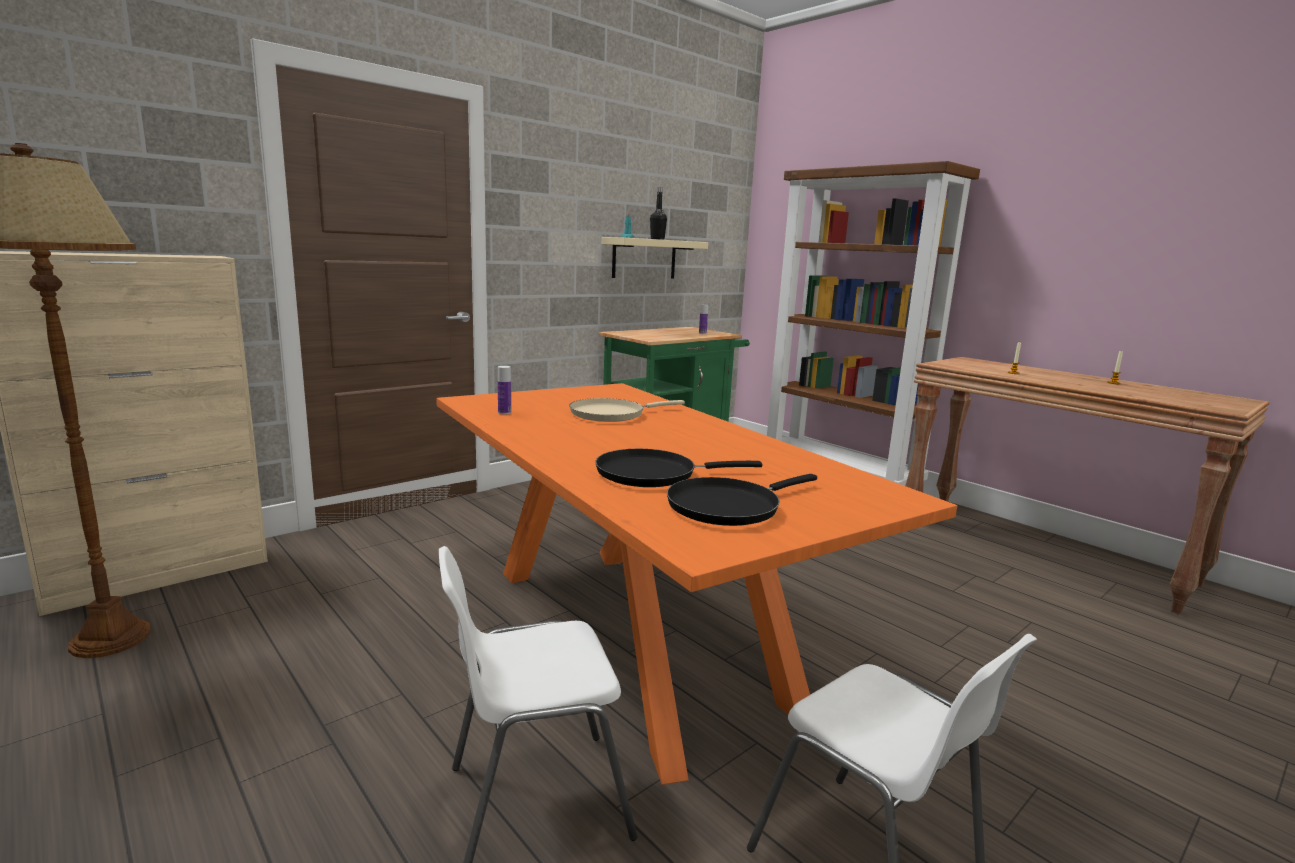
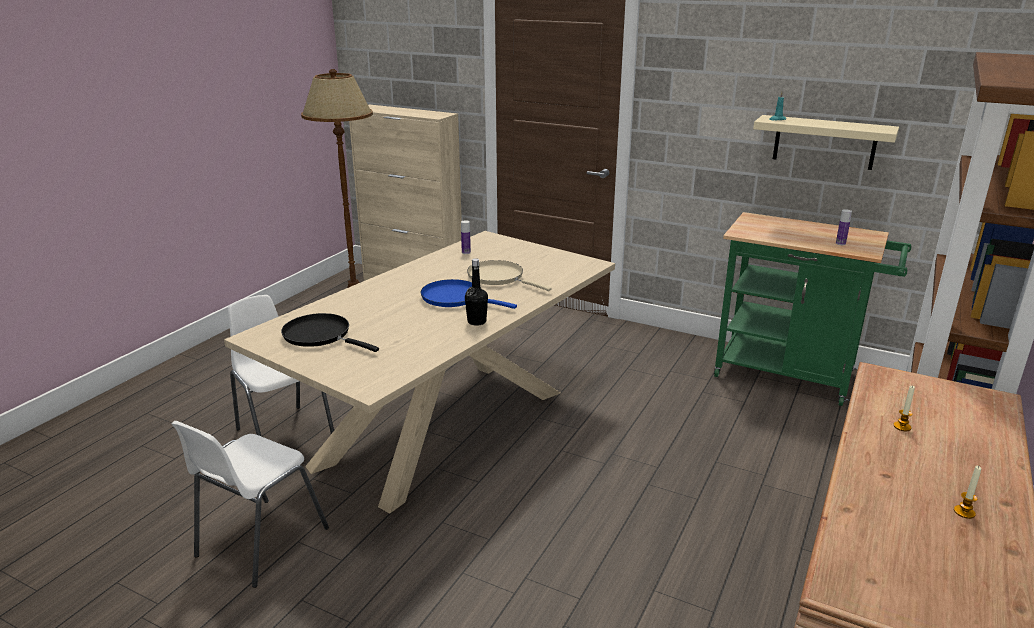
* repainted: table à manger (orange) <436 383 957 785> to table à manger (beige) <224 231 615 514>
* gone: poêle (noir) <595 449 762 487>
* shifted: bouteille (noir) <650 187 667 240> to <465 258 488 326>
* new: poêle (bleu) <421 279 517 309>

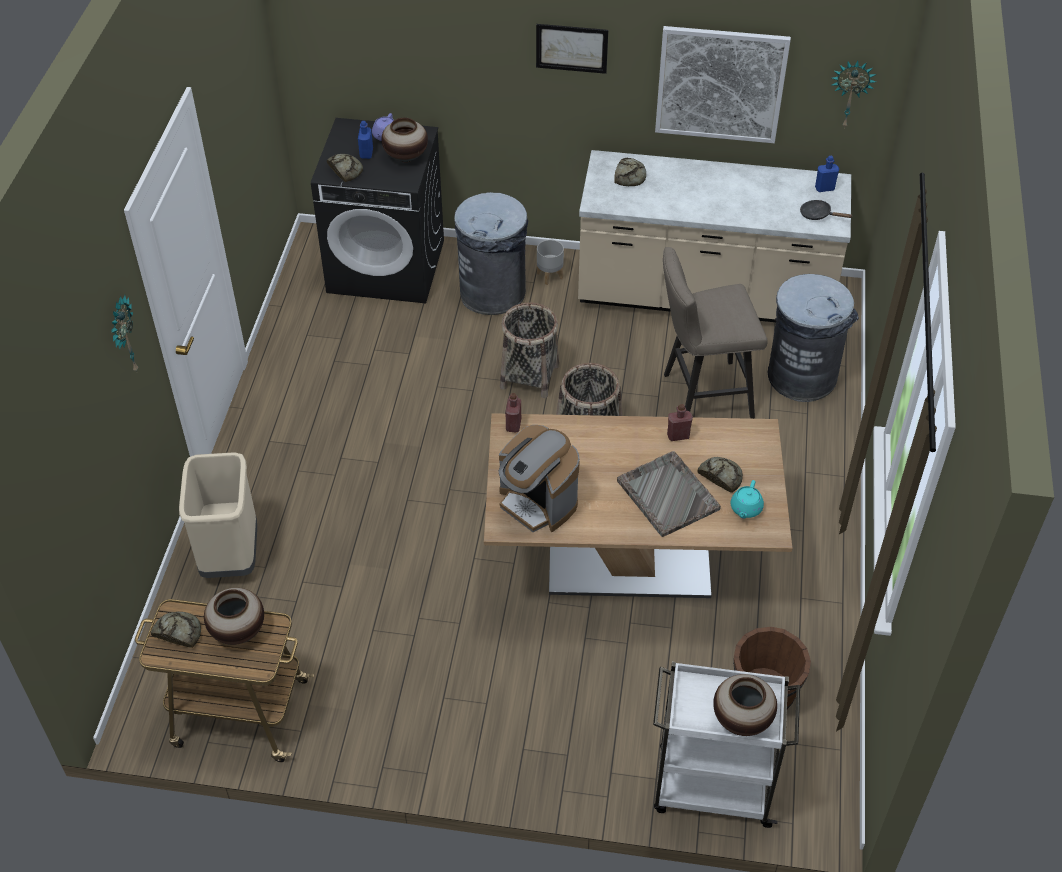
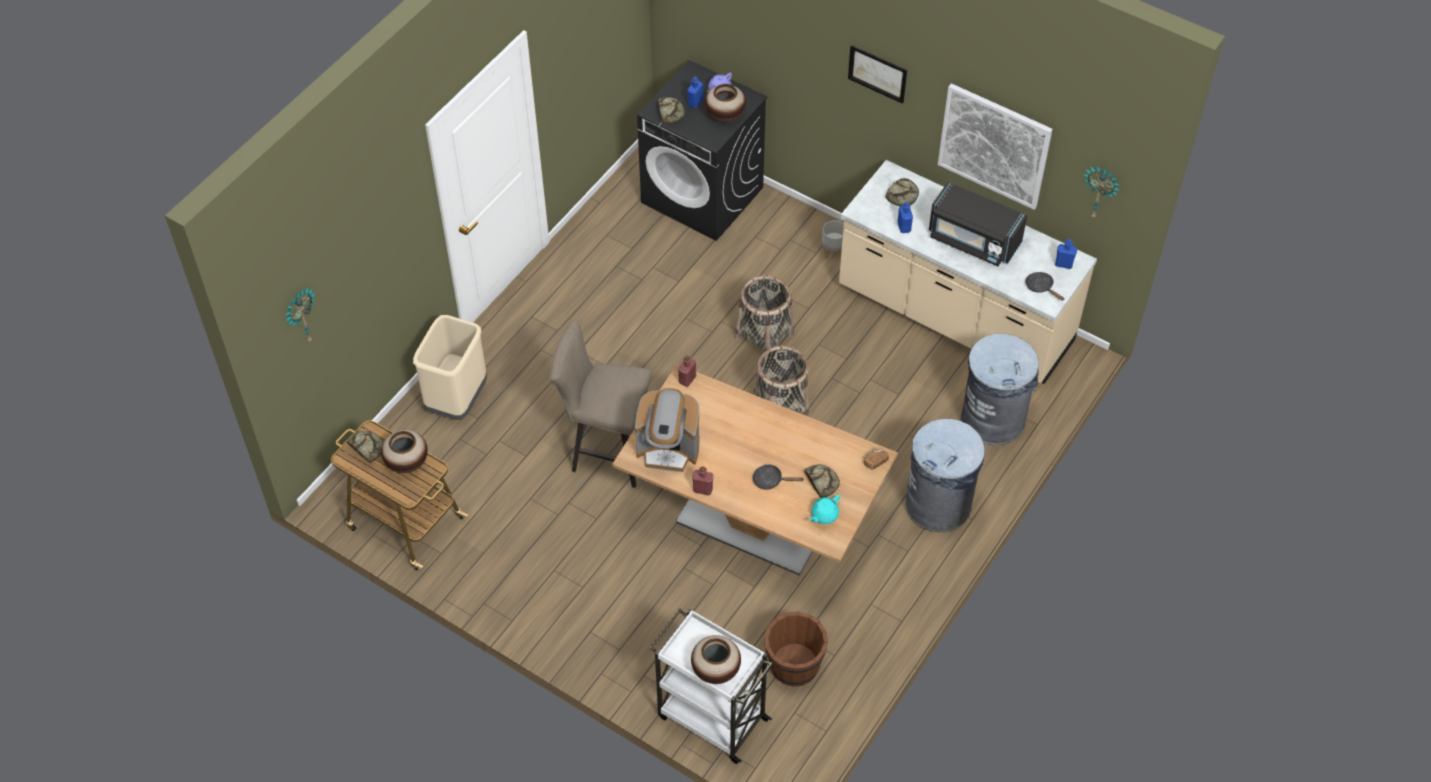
* shifted: horloge murale <111 295 138 372> to <285 287 315 343>
* shifted: poubelle (gris) <454 192 528 315> to <905 419 985 532>
* rotated: machine à café <498 425 580 532> = <635 388 699 472> 60 degrees counterclockwise
* swapped: plateau (gris) <617 451 721 537> to poêle (noir) <753 464 803 490>
* shifted: tabouret (beige) <663 247 768 419> to <550 320 652 488>
* shifted: bouteille (rouge) <667 404 693 441> to <692 466 713 496>
* new: pain <864 448 889 470>
* new: bouteille (bleu) <897 202 913 233>
* new: micro-ondes (noir) <929 182 1027 266>

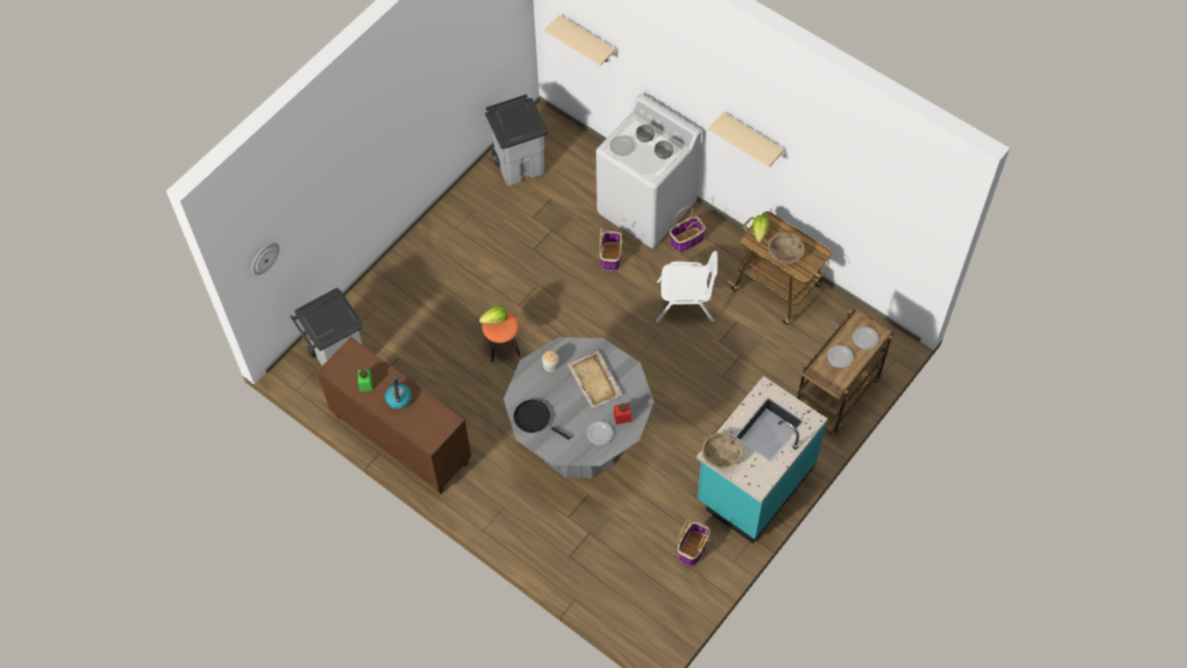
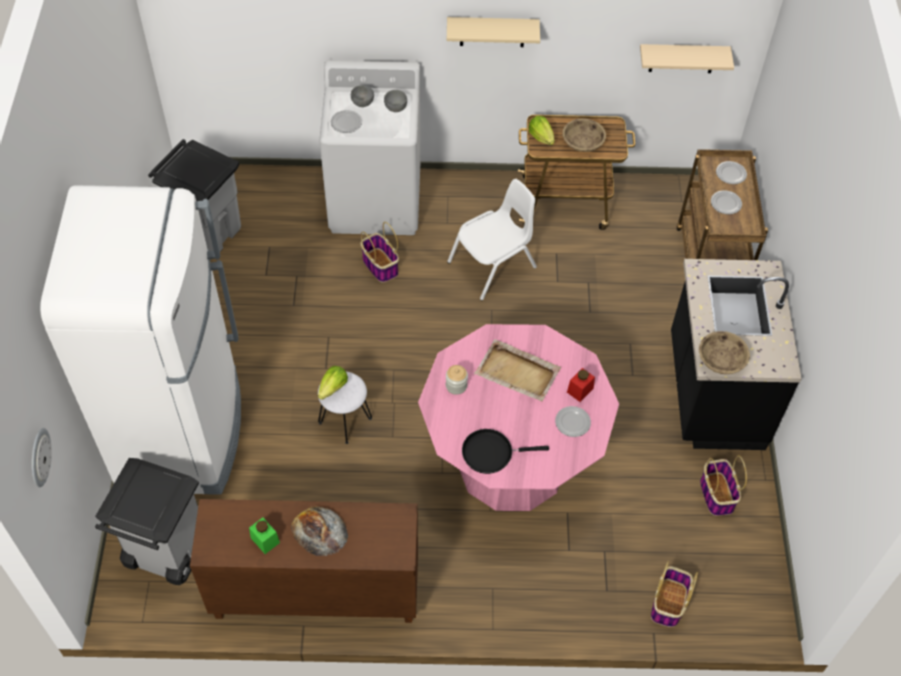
* swapped: bouilloire <385 377 412 409> to pain <291 507 348 556>
* repainted: tabouret (orange) <482 311 520 362> to tabouret (blanc) <318 372 372 444>
* repainted: table à manger (gris) <504 337 654 478> to table à manger (rose) <418 324 619 511>
* shifted: étagère (beige) <544 15 616 66> to <640 44 734 73>
* shifted: panier <669 206 706 253> to <651 561 698 627>
* repainted: comptoir de cuisine (turquoise) <697 376 828 543> to comptoir de cuisine (noir) <671 259 802 450>
* new: réfrigérateur (blanc) <40 185 241 495>

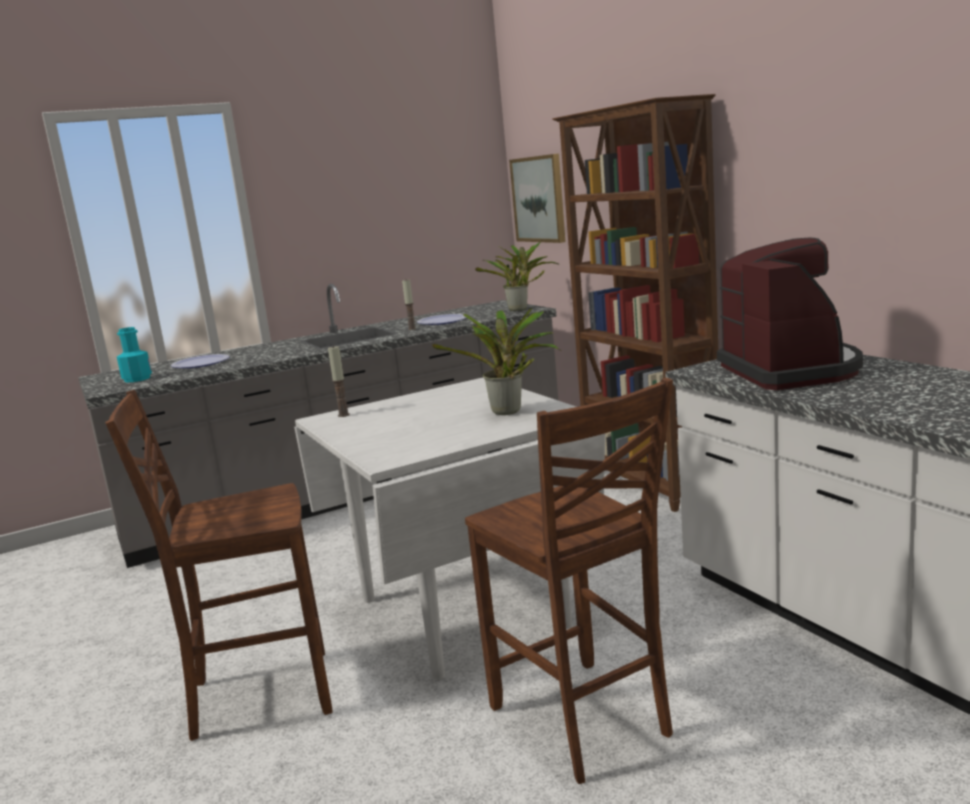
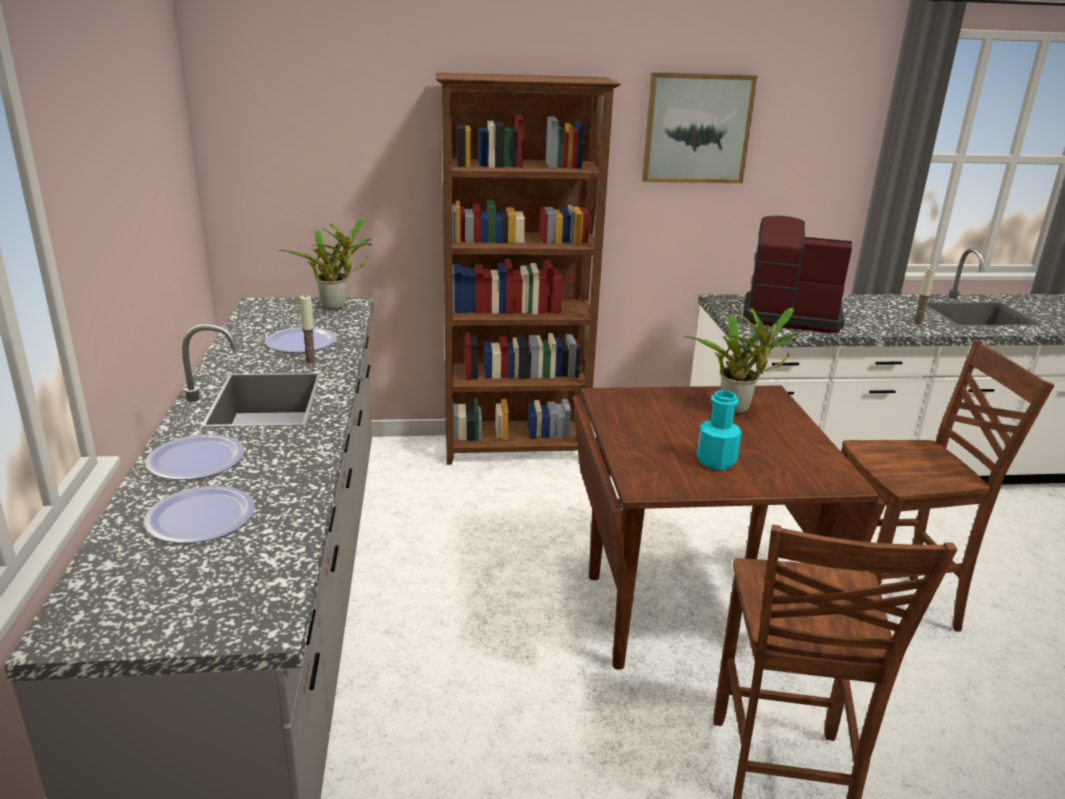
* shifted: bouteille (turquoise) <117 327 152 382> to <696 390 742 470>
* repainted: table à manger (blanc) <294 378 605 680> to table à manger (marron) <573 385 886 670>
* shifted: bougie <328 345 350 417> to <913 267 936 325>
* shifted: tableau <509 154 565 243> to <642 72 757 183>
* new: assiette <145 434 245 480>

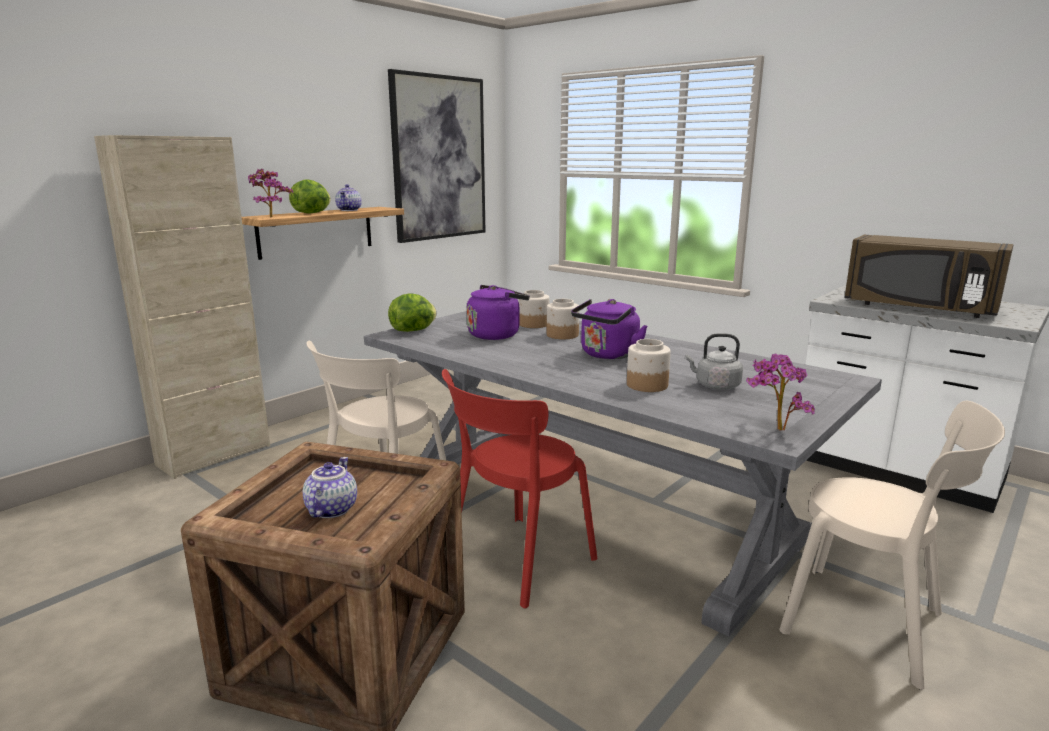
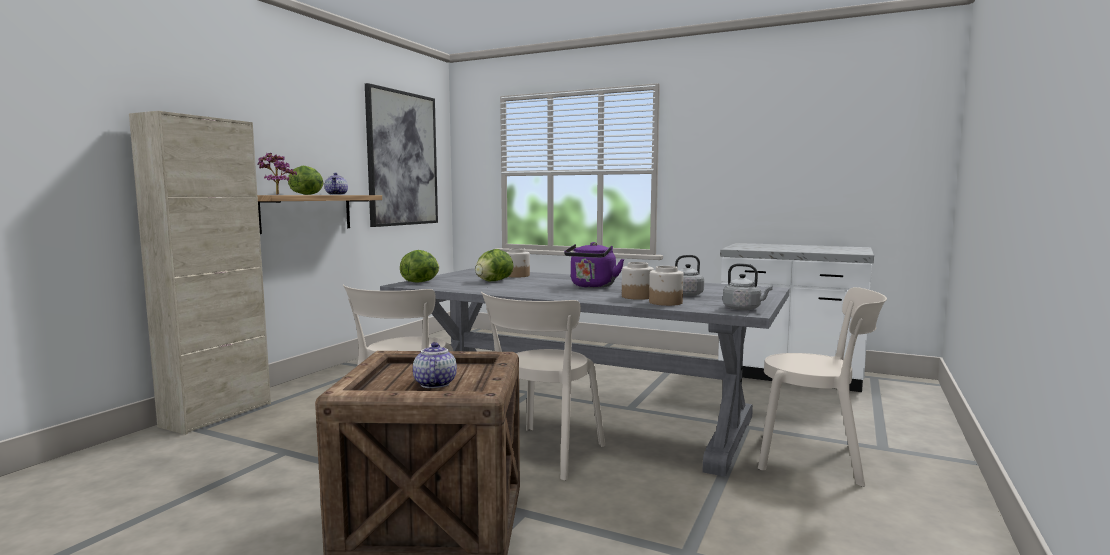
* repainted: chaise (rouge) <442 369 597 609> to chaise (beige) <481 291 605 481>
* swapped: bouilloire (violet) <467 285 530 340> to laitue <475 249 513 281>
* shifted: bocal <547 299 579 339> to <649 266 683 306>
* swapped: plante en pot <746 354 815 431> to bouilloire (gris) <723 263 773 311>
* gone: micro-ondes (marron) <845 235 1013 318>

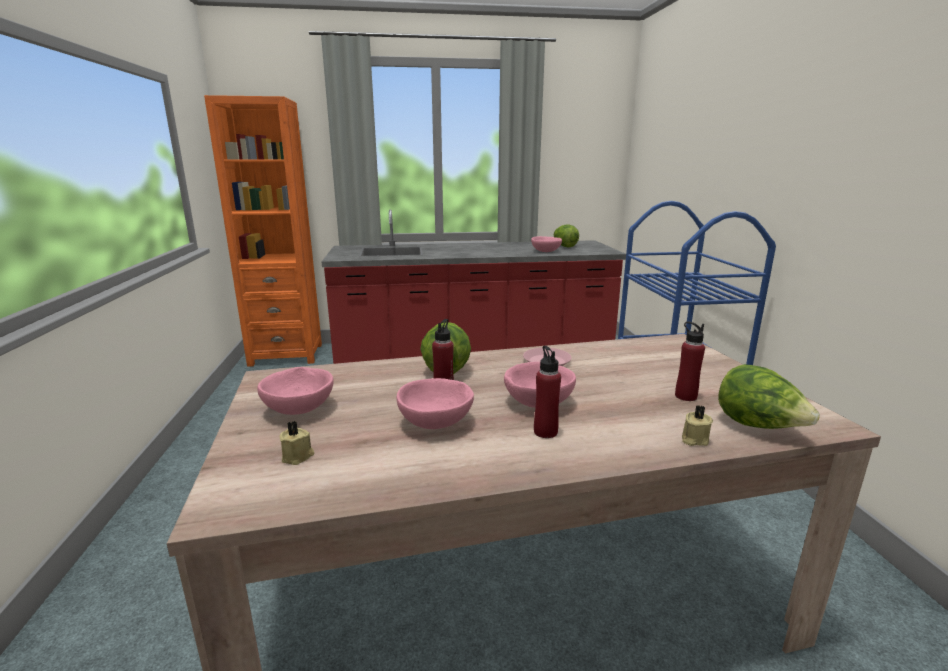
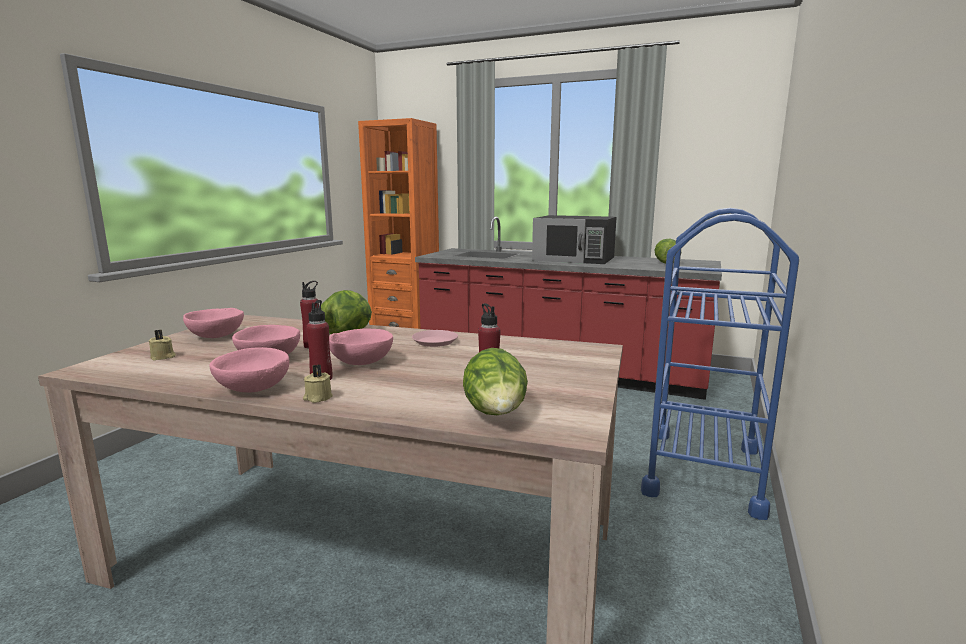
* shifted: bol (rose) <531 236 562 252> to <209 347 289 392>
* shifted: bougie (beige) <682 406 713 446> to <303 364 333 403>
* new: micro-ondes (noir) <532 215 616 264>

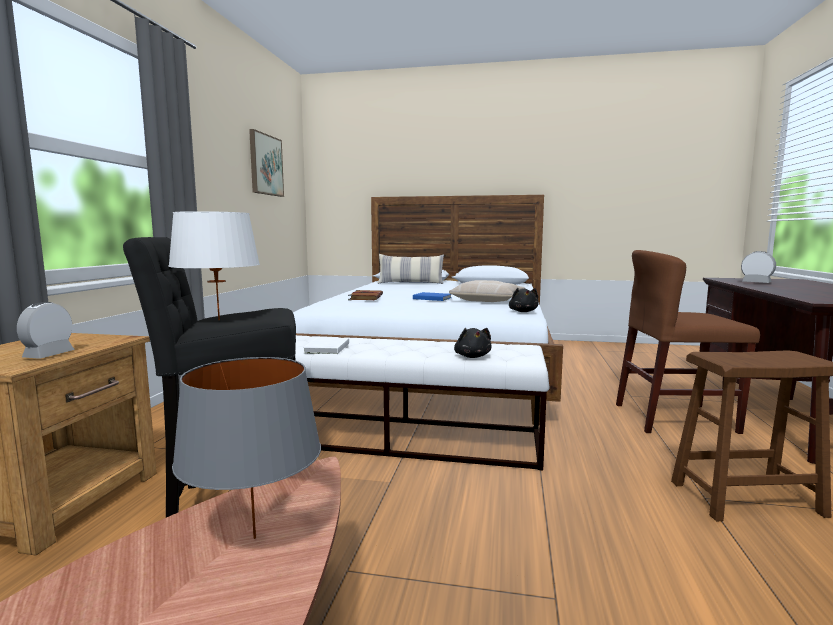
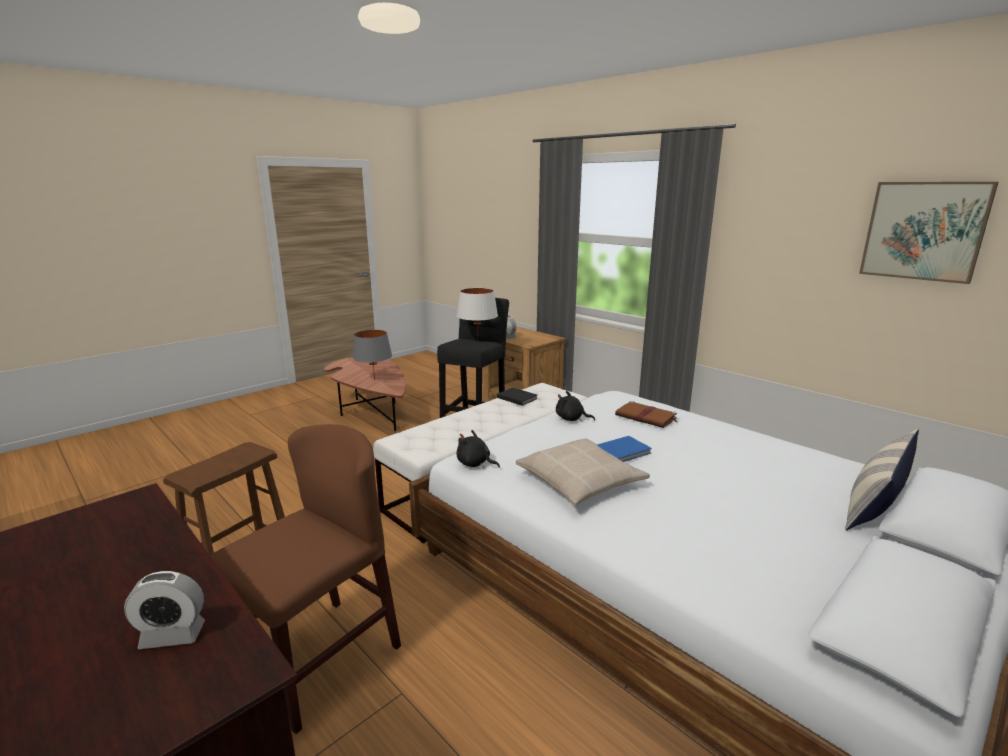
* repainted: livre (blanc) <303 337 349 354> to livre (noir) <497 388 538 406>
* shifted: peluche (noir) <454 328 491 358> to <556 391 595 422>

